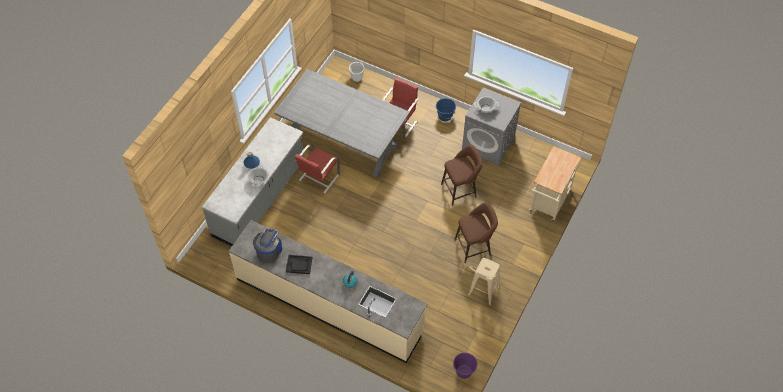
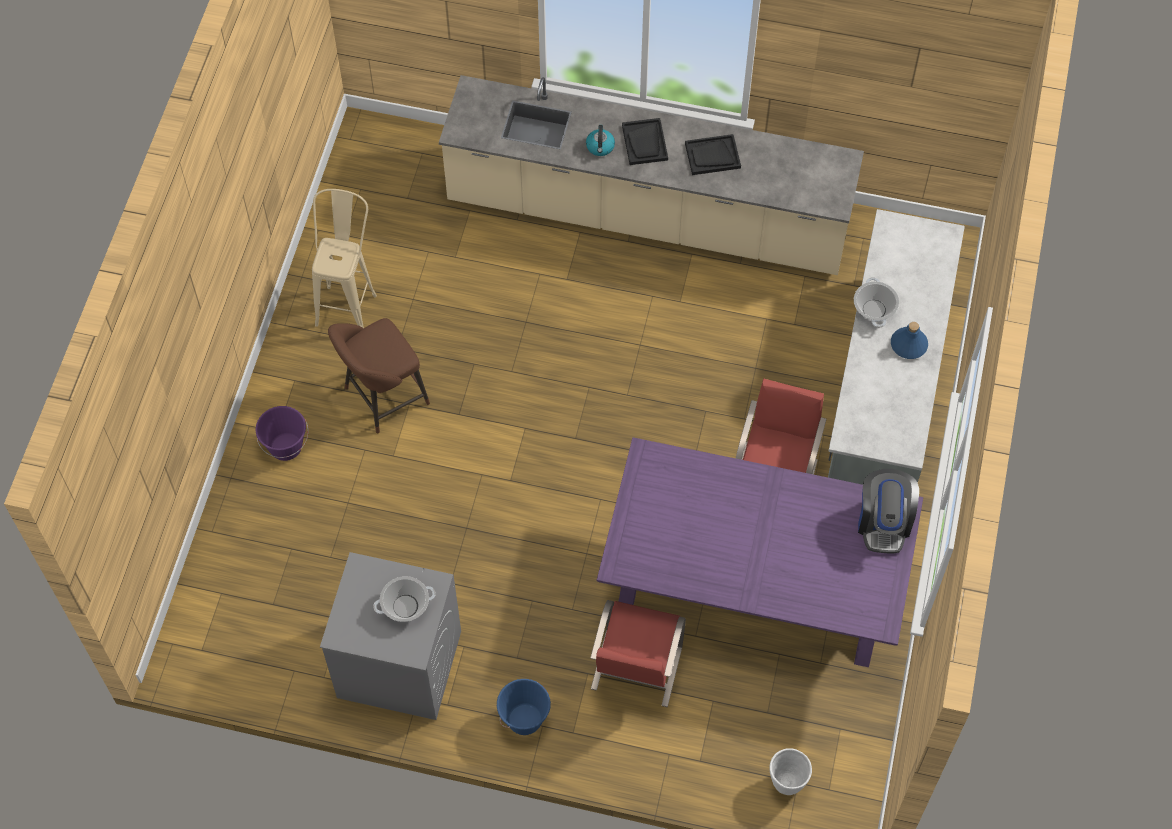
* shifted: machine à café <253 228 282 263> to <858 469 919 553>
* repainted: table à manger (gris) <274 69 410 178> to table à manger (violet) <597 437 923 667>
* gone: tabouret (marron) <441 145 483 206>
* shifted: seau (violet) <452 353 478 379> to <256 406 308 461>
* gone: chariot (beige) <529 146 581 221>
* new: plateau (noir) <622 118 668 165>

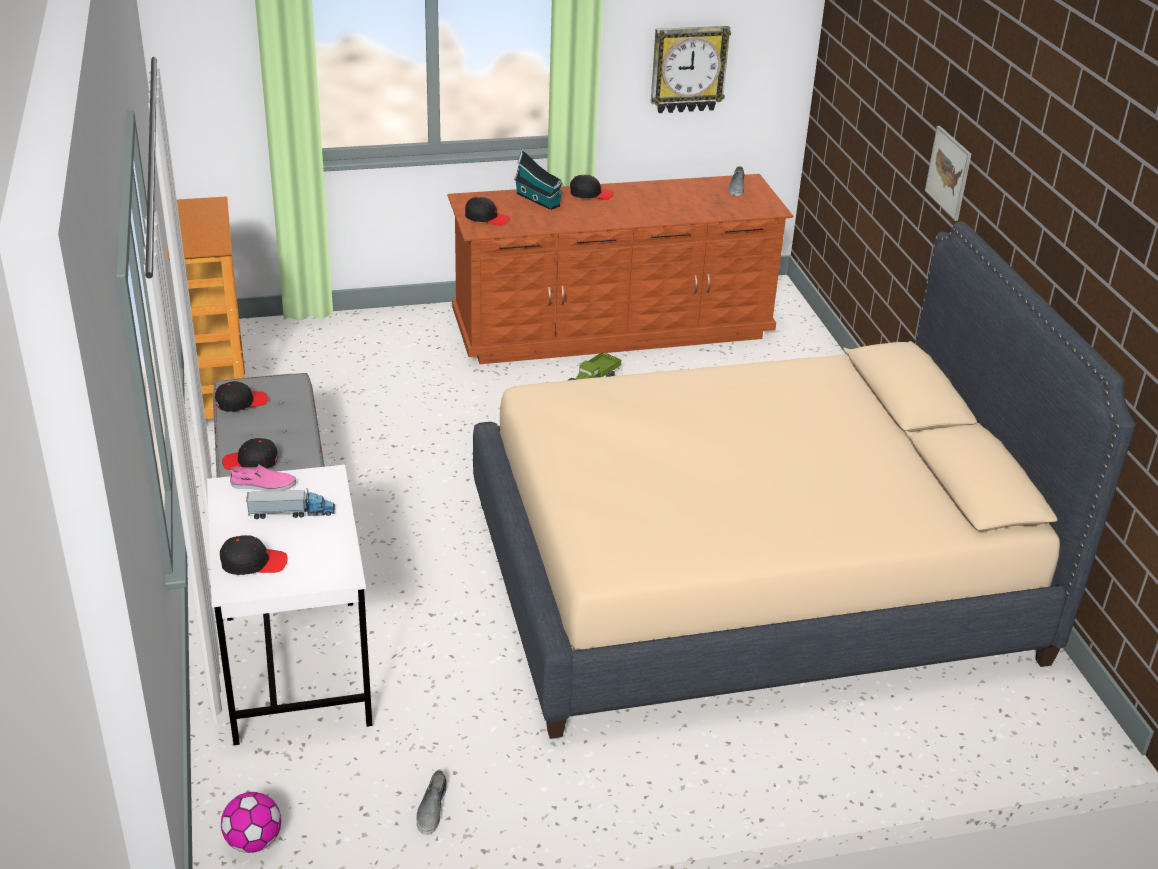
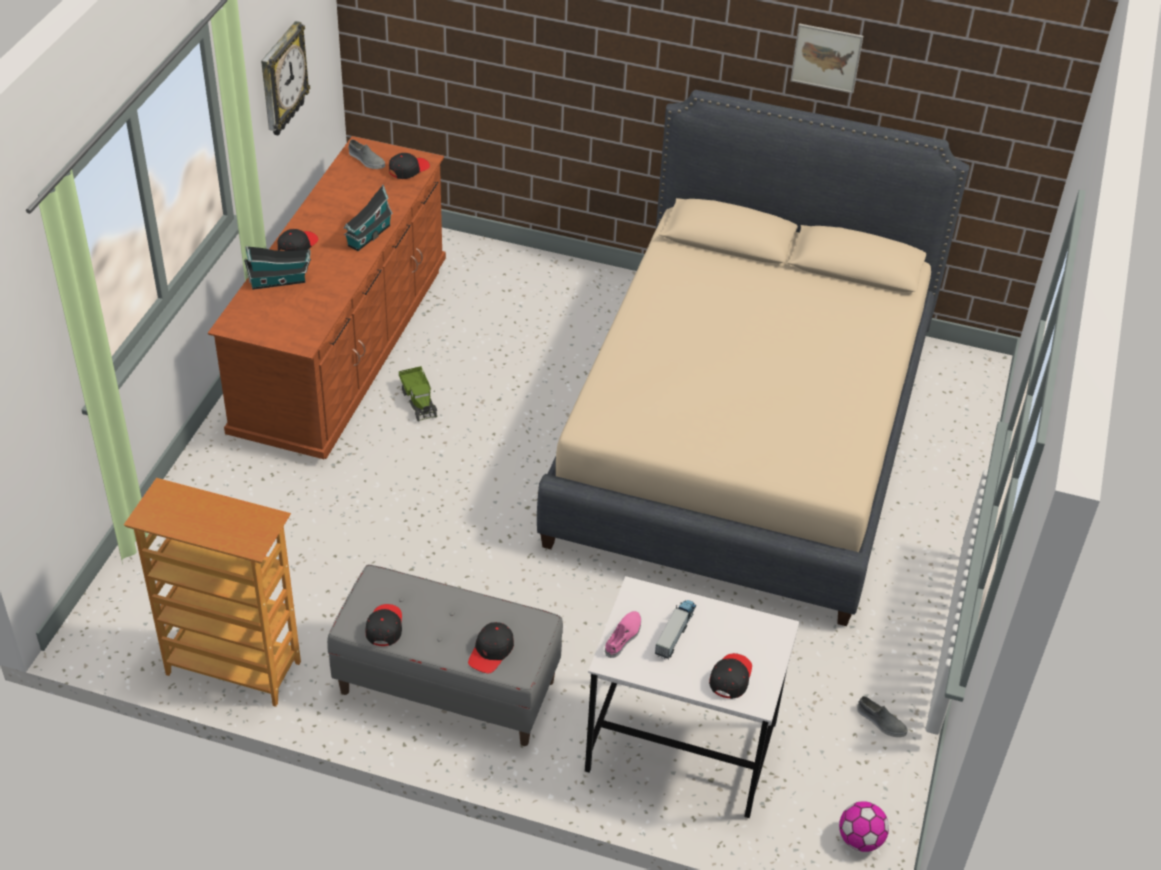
* shifted: casquette (noir) <465 197 510 226> to <389 153 430 179>
* shifted: tableau <925 126 971 221> to <790 23 863 94>
* new: maison miniature <344 185 393 251>

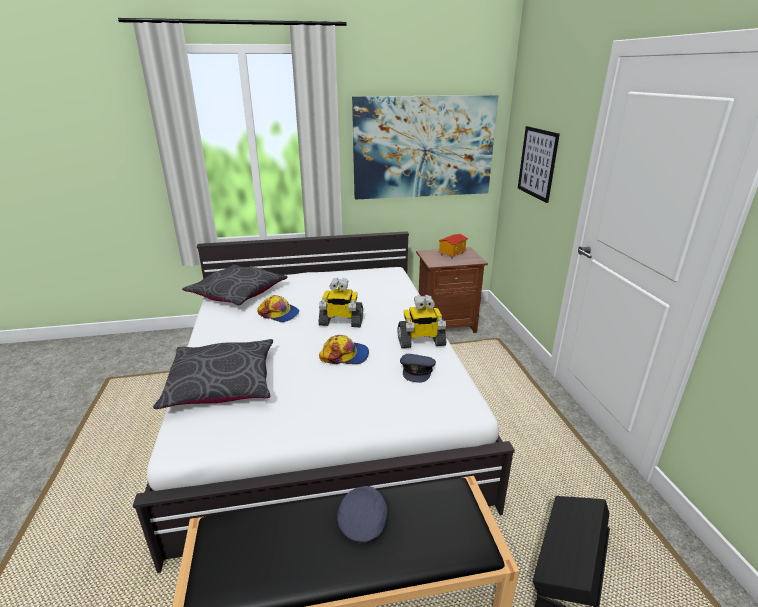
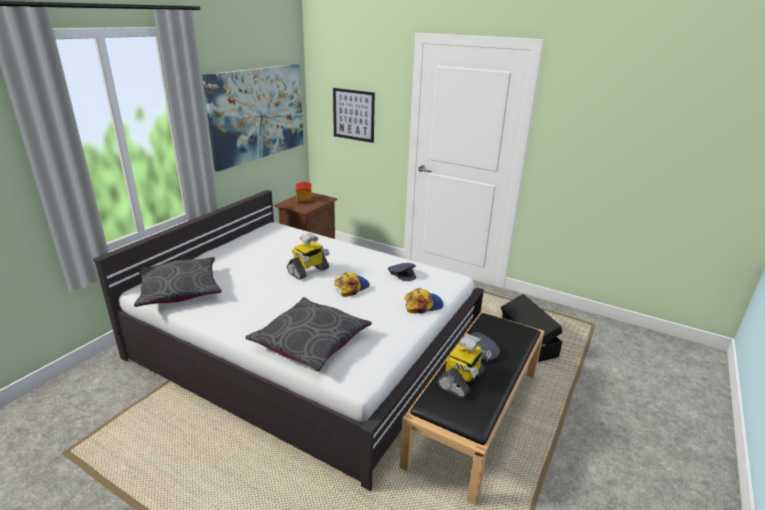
* shifted: casquette <257 295 299 322> to <404 288 443 313>
* shifted: robot jouet <397 295 446 348> to <438 334 492 398>

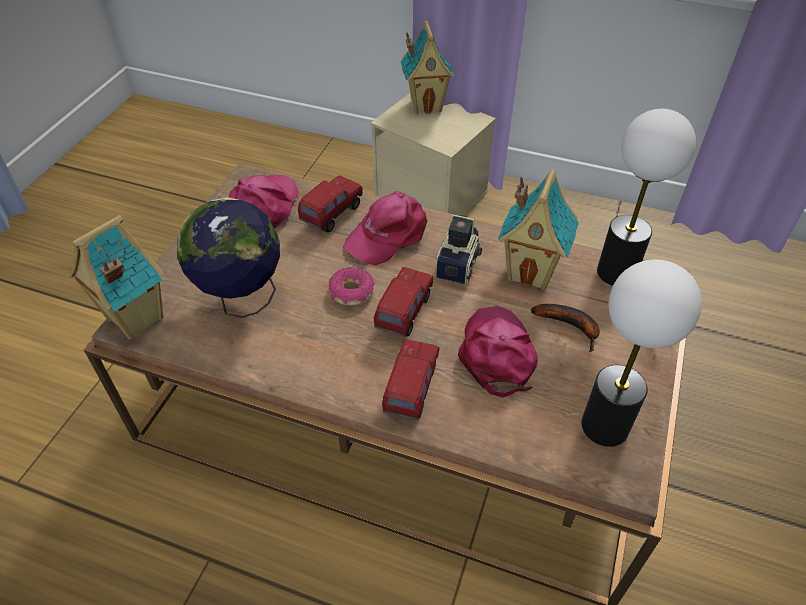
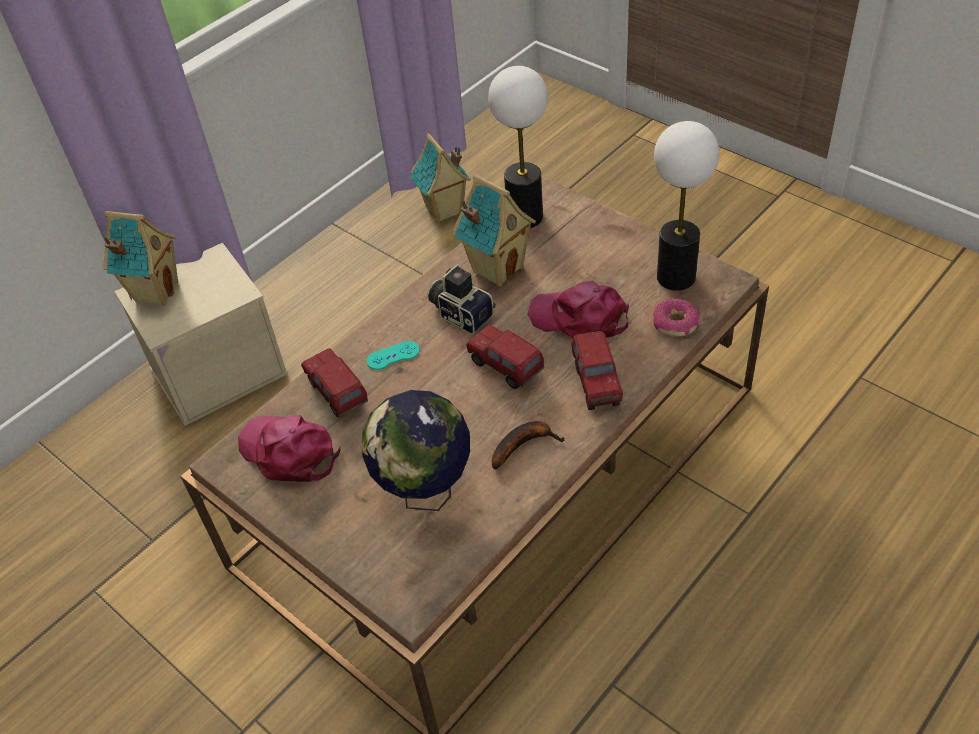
* shifted: maison miniature <69 215 164 340> to <410 133 471 223>
* shifted: beignet <329 267 374 305> to <653 298 700 337>
* swapped: casquette (rose) <343 191 427 266> to manette (turquoise) <367 341 420 370>
* rotated: camion jouet <382 339 440 421> = <571 331 623 410> 135 degrees counterclockwise
* shifted: banane <531 304 600 352> to <492 421 565 470>

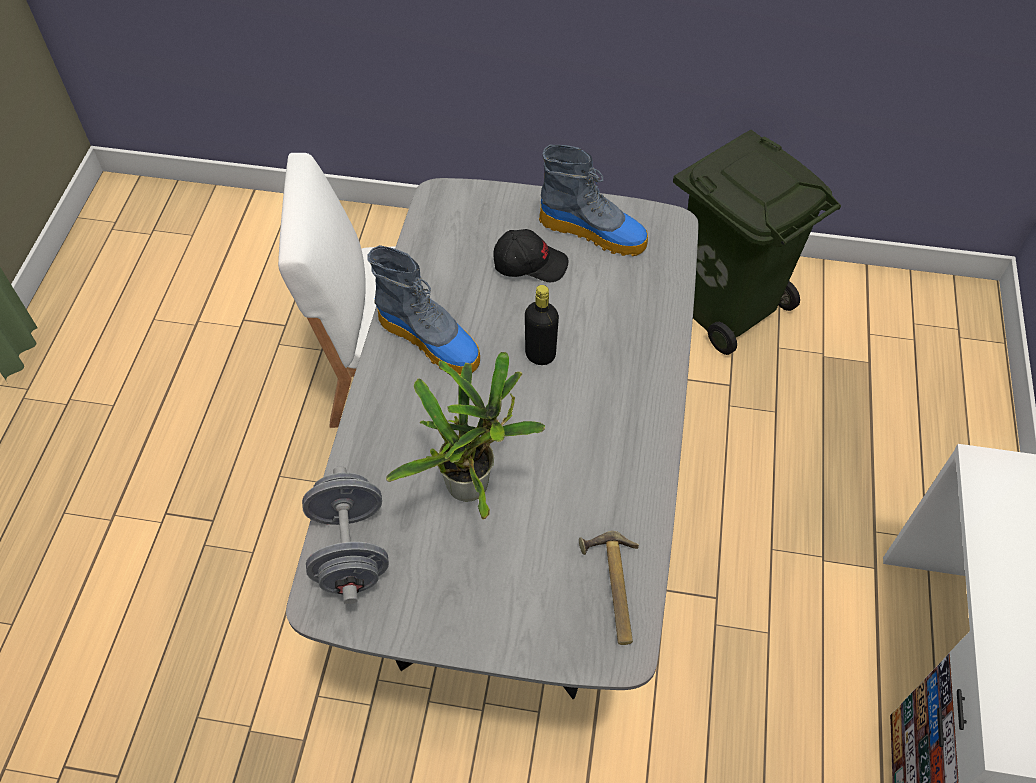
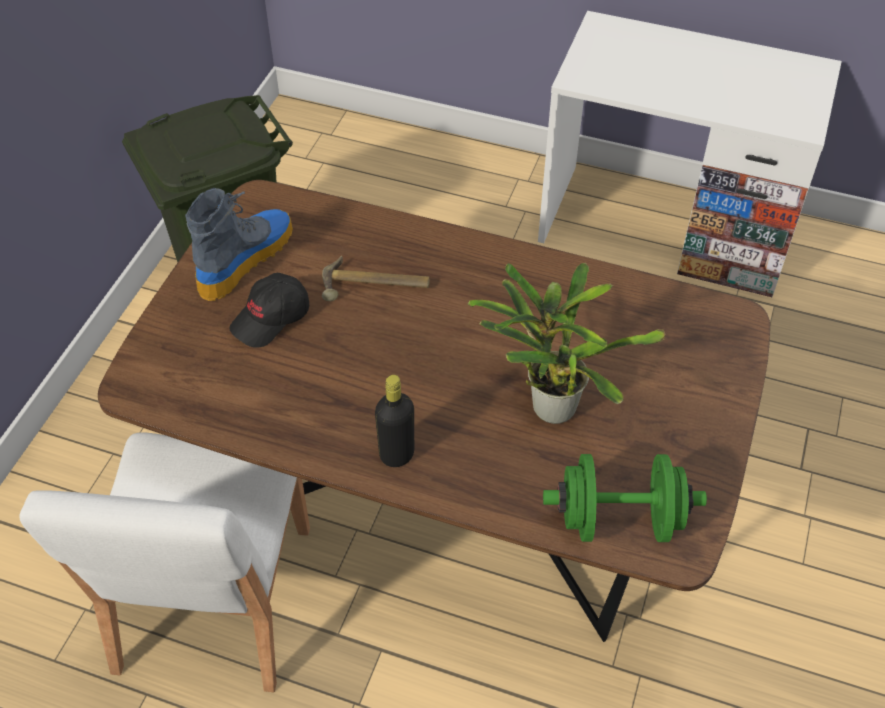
* repainted: table à manger (gris) <286 178 699 699> to table à manger (marron) <98 180 770 642>
* repainted: haltère (gris) <302 466 389 604> to haltère (vert) <543 454 707 542>
* gone: botte <367 245 480 376>
* rotated: casquette (noir) <493 229 569 282> = <229 273 309 348> 150 degrees counterclockwise
* shifted: bouteille (noir) <525 285 559 365> to <375 375 414 467>
* shifted: marteau <579 531 639 645> to <322 256 430 301>

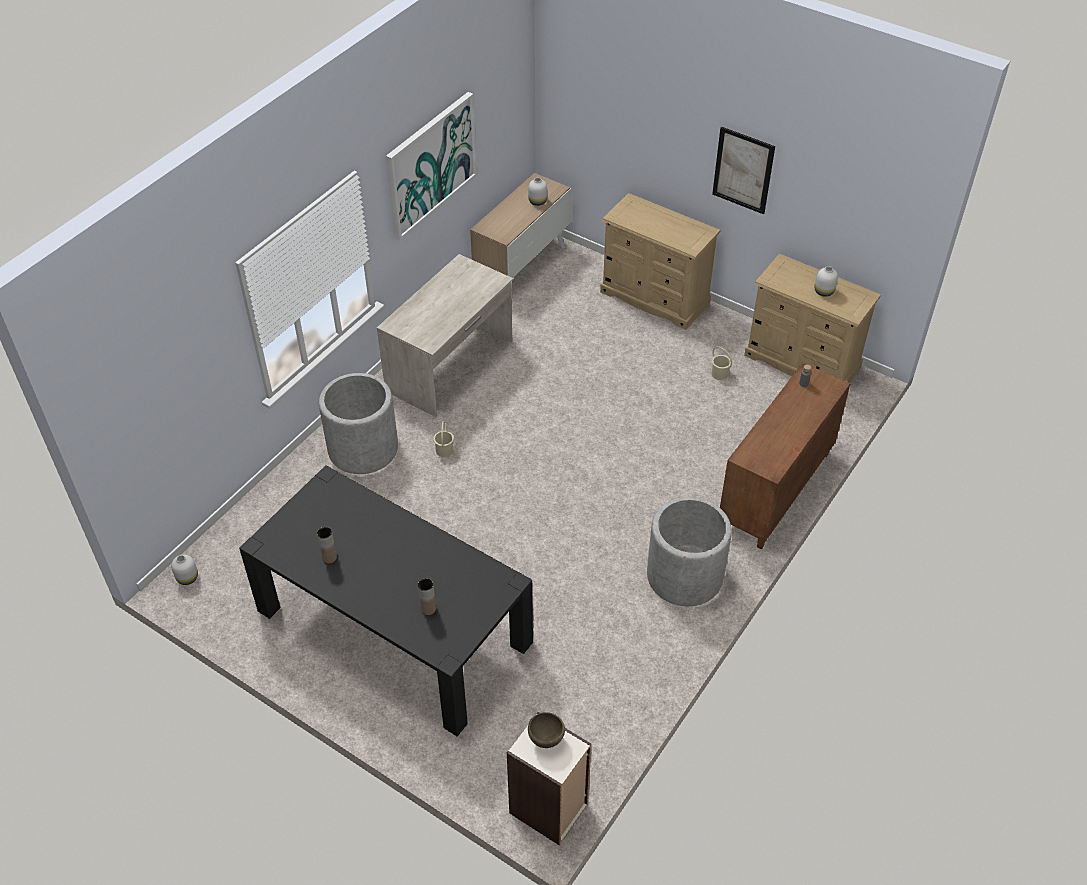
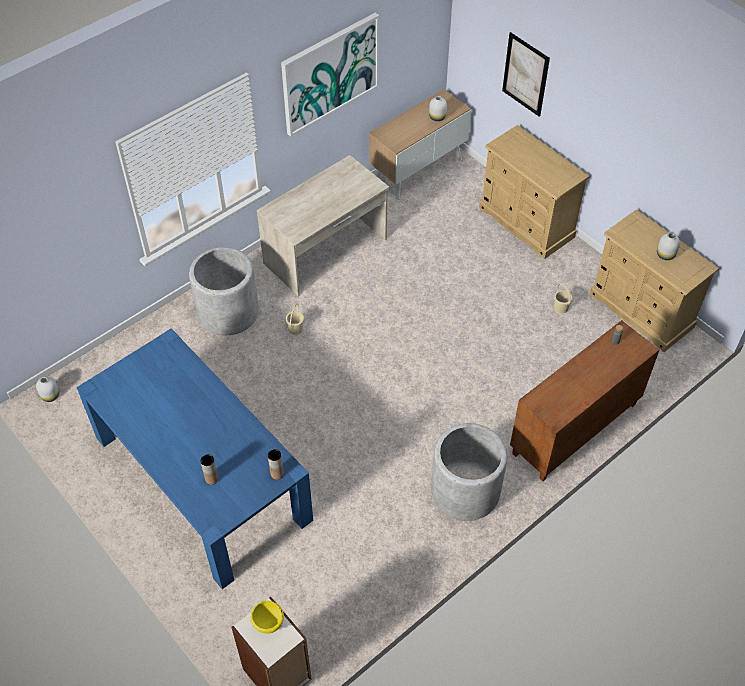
* repainted: table à manger (noir) <239 465 533 736> to table à manger (bleu) <77 328 313 589>
* shifted: vase (marron) <317 527 337 564> to <268 449 284 480>
* repainted: bol (marron) <528 712 565 748> to bol (jaune) <251 601 284 634>
* shifted: tableau <712 126 775 214> to <502 32 550 117>

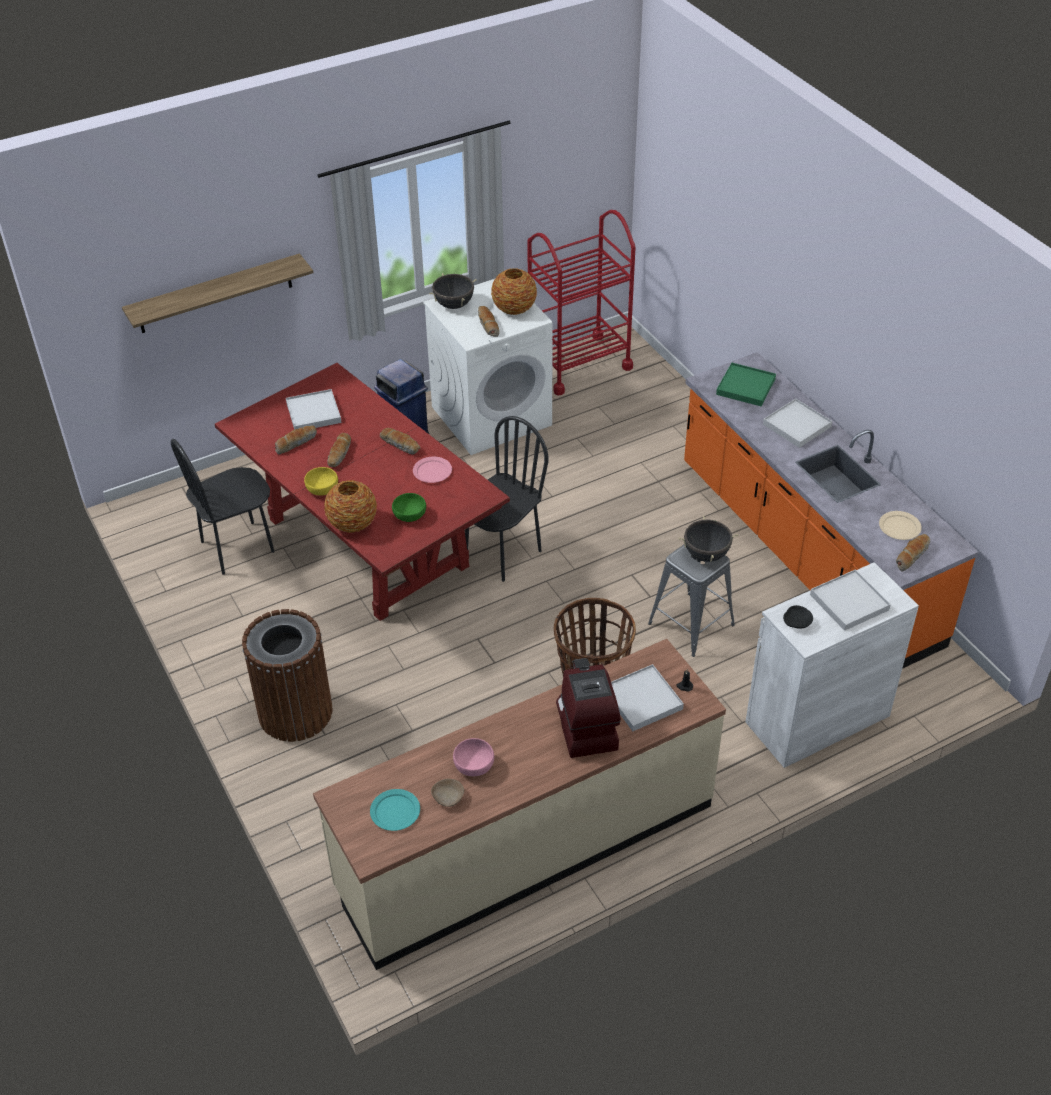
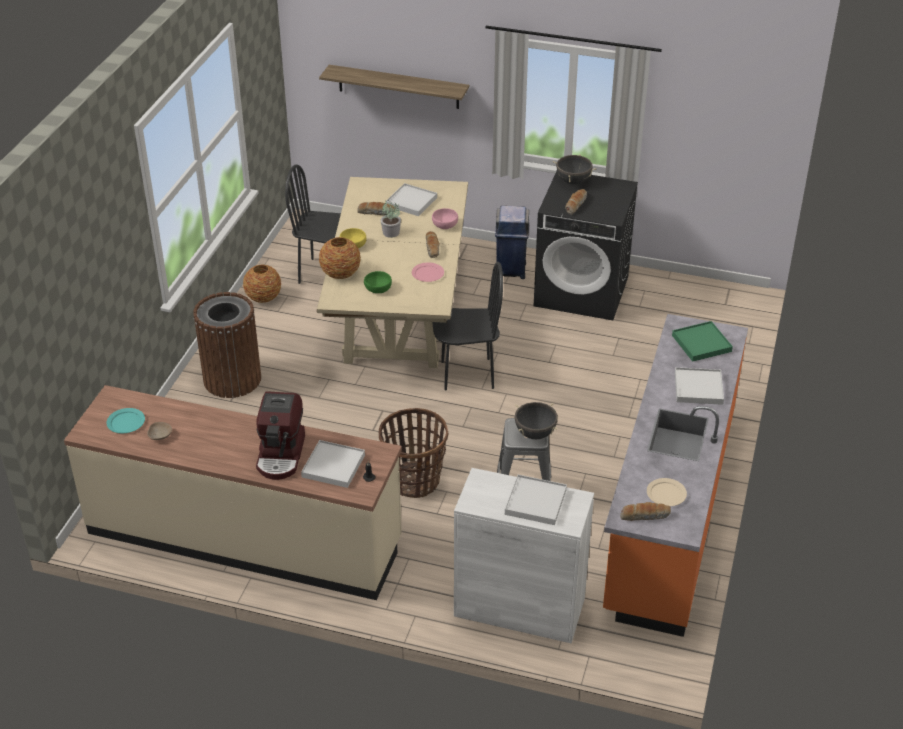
* repainted: table à manger (rouge) <215 363 510 621> to table à manger (beige) <317 177 468 368>
* swapped: pain <327 433 351 467> to plante en pot <381 200 401 238>
* repainted: lave-linge (blanc) <423 279 553 455> to lave-linge (noir) <534 171 638 320>
* shifted: bol (rose) <453 738 494 776> to <432 208 458 229>
* shifted: vase <491 268 537 315> to <243 264 281 303>
* gone: chariot (rouge) <527 210 636 396>
* rotated: machine à café <556 658 621 758> = <256 391 305 480> 150 degrees clockwise
* gone: bol (noir) <783 605 813 629>

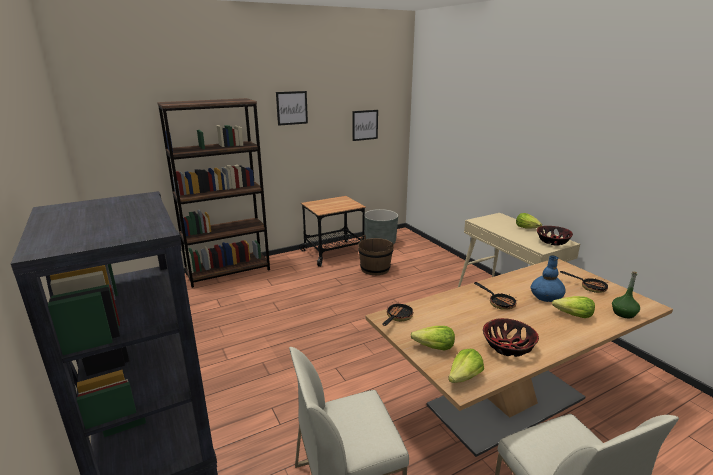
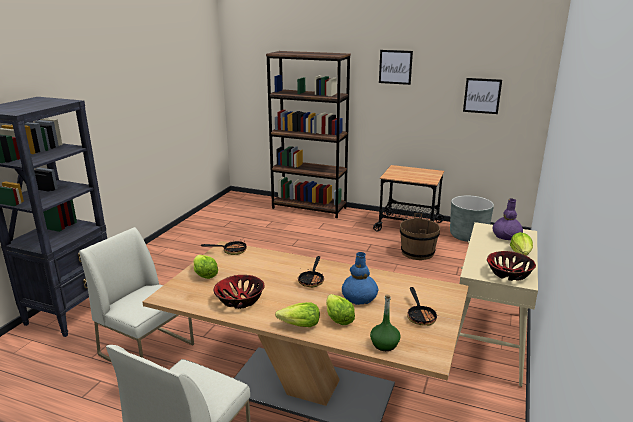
* shifted: laitue <448 349 484 383> to <275 302 320 327>
* new: vase (violet) <493 199 523 240>

